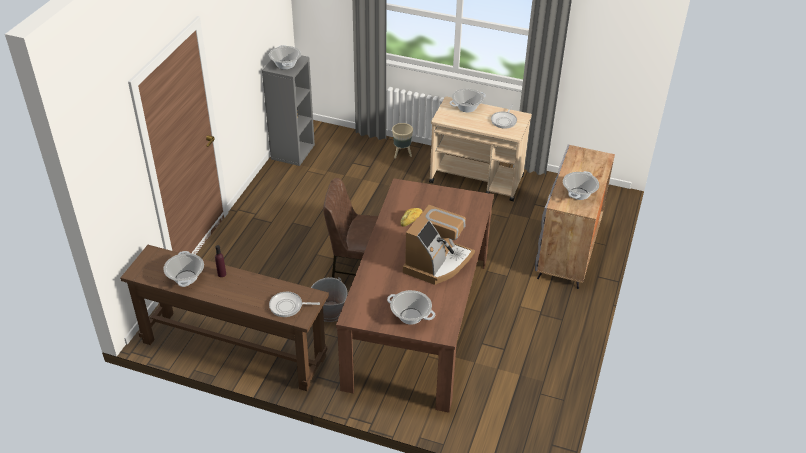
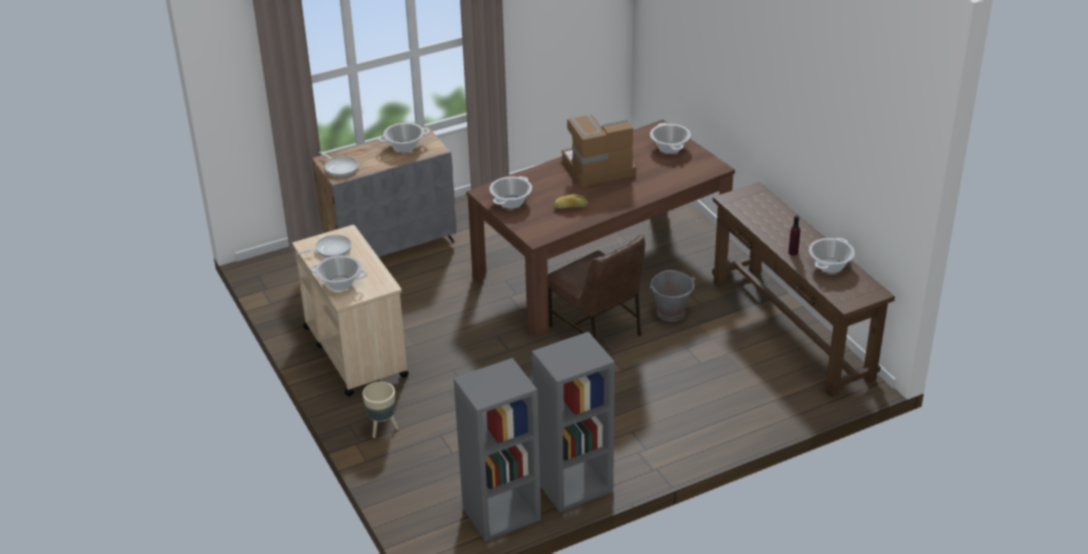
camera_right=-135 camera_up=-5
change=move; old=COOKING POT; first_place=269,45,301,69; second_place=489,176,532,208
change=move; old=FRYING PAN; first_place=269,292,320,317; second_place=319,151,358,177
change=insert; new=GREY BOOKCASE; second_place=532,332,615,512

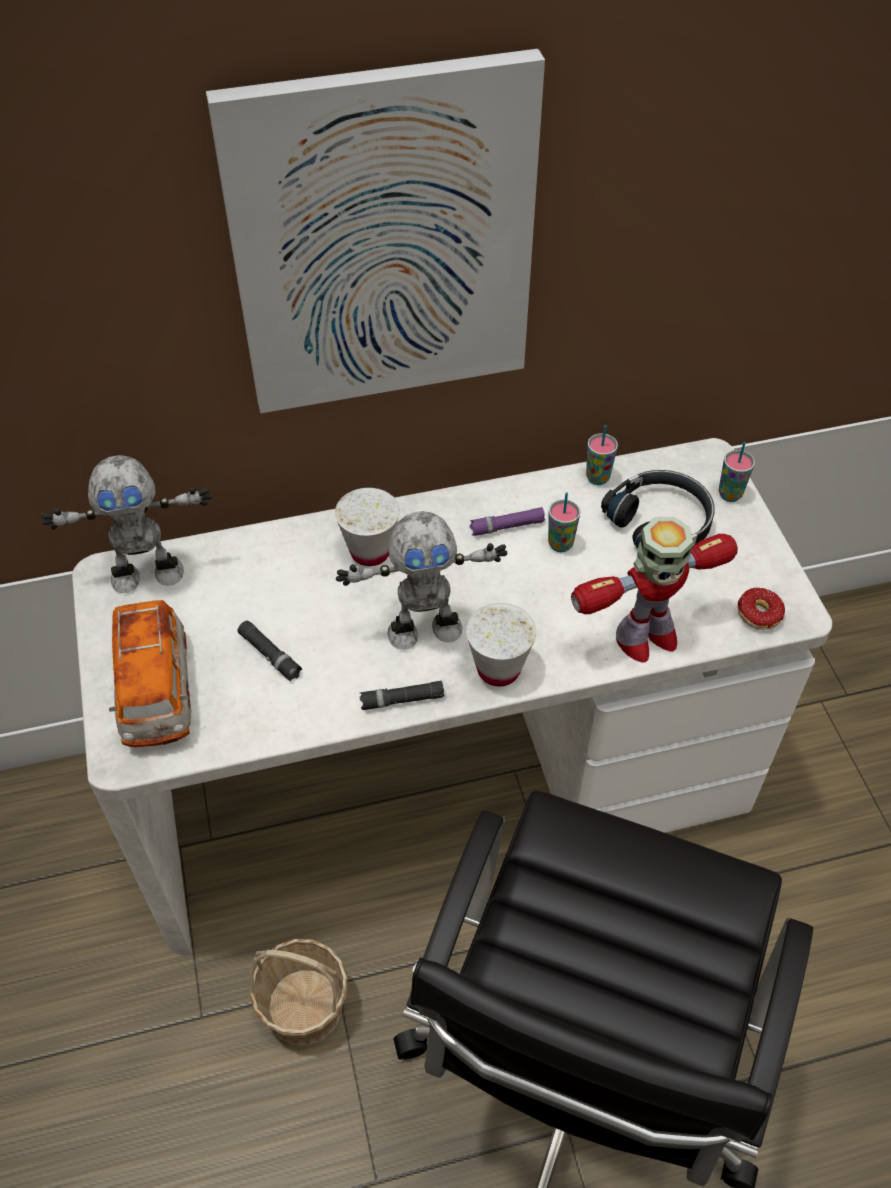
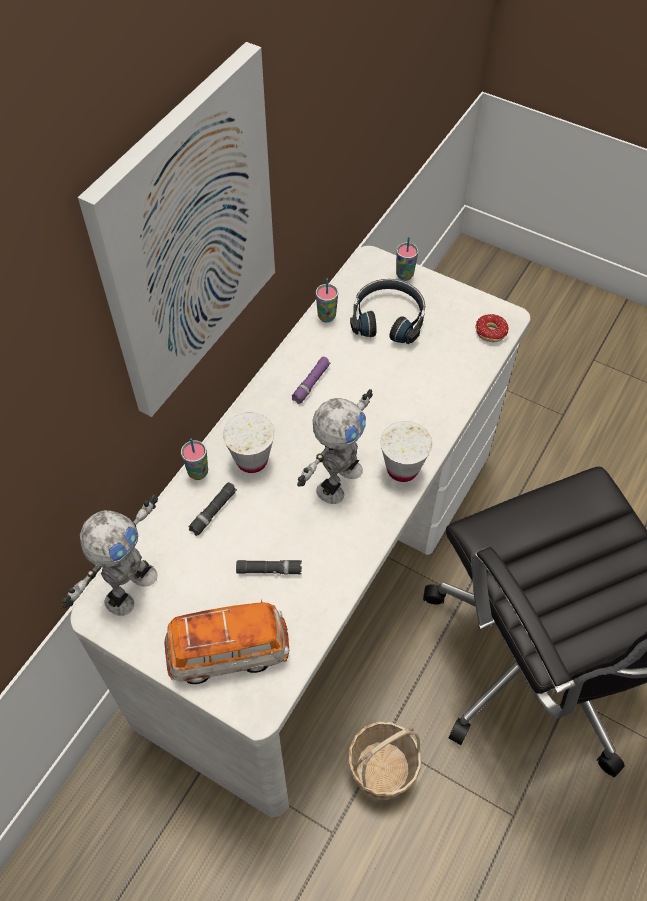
camera_right=-45 camera_up=5
change=move; old=CUP; first_place=548,492,580,552; second_place=181,439,208,480
change=delete; old=TOY ROBOT; first_place=571,517,738,662
change=rotate; old=TOY CAR; first_place=109,600,192,747; second_place=165,599,289,684; degrees=-45
change=move; old=BLACK FLASHLIGHT; first_place=360,681,444,710; second_place=188,482,237,536

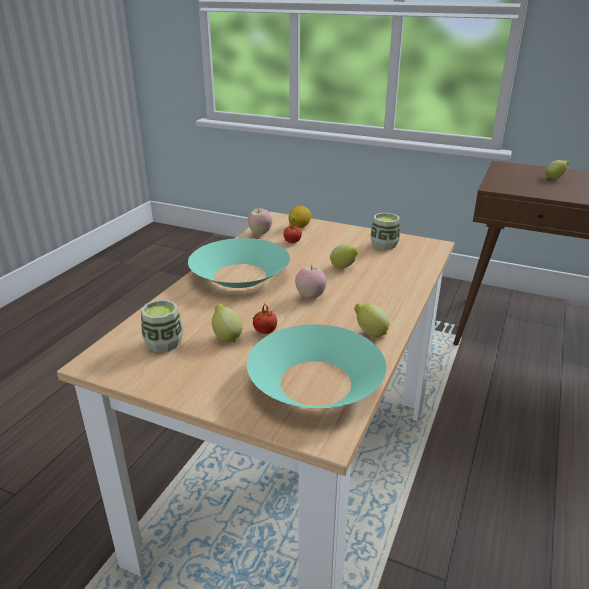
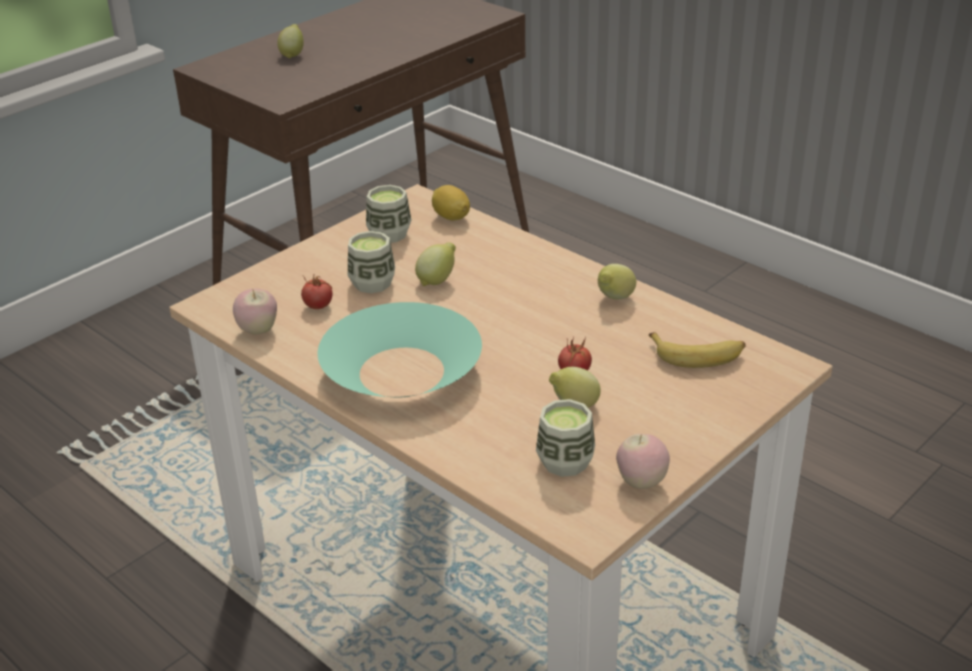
camera_right=-70 camera_up=5
change=move; old=LEMON; first_place=289,206,311,228; second_place=432,185,470,220
change=move; old=APPLE; first_place=295,265,327,299; second_place=616,434,670,489
change=replace; old=TURQUOISE BOWL; new=BANANA; first_place=247,324,386,408; second_place=649,332,746,368
change=insert; new=CUP; second_place=348,231,395,293

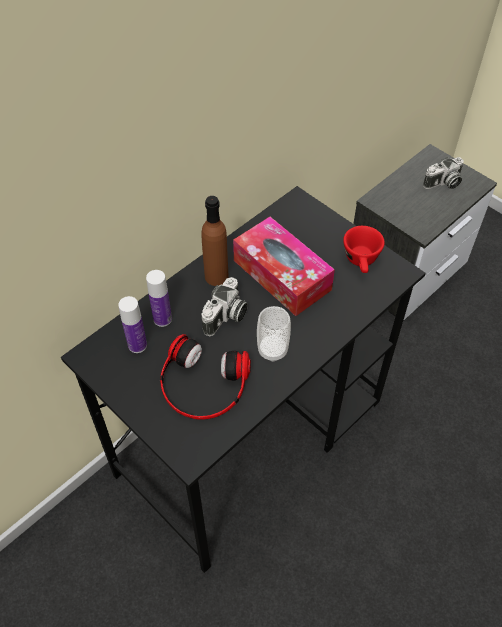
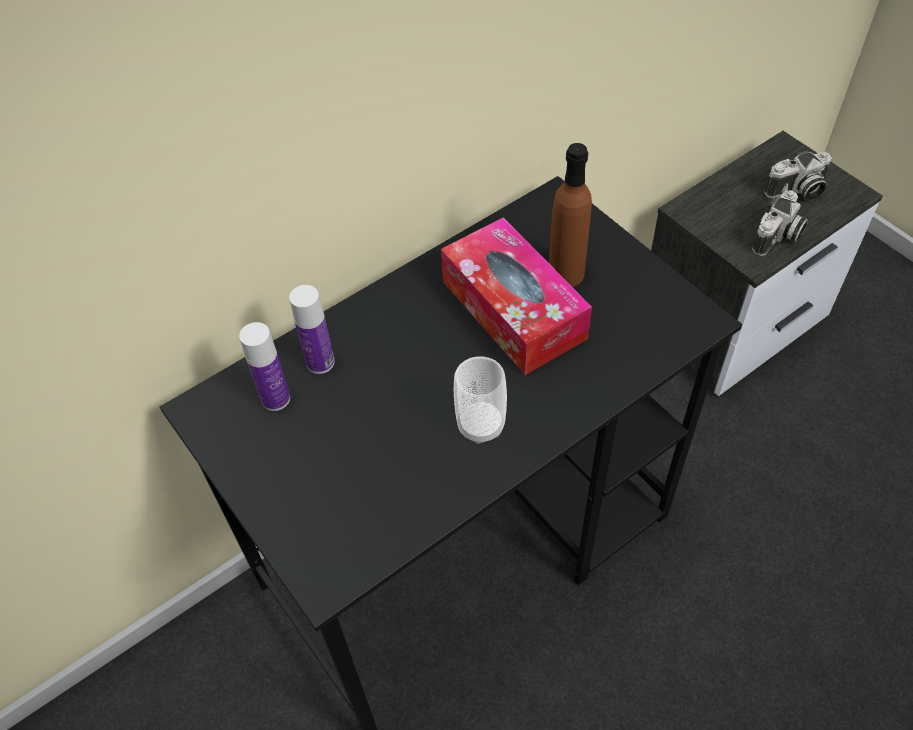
camera_right=10 camera_up=0
change=move; old=BROWN BOTTLE; first_place=201,196,229,286; second_place=549,143,592,287
change=delete; old=RED CUP; first_place=343,226,385,273
change=move; old=PHOTO CAMERA; first_place=201,277,248,337; second_place=752,190,808,256
change=delete; old=HEADPHONES; first_place=160,334,251,419

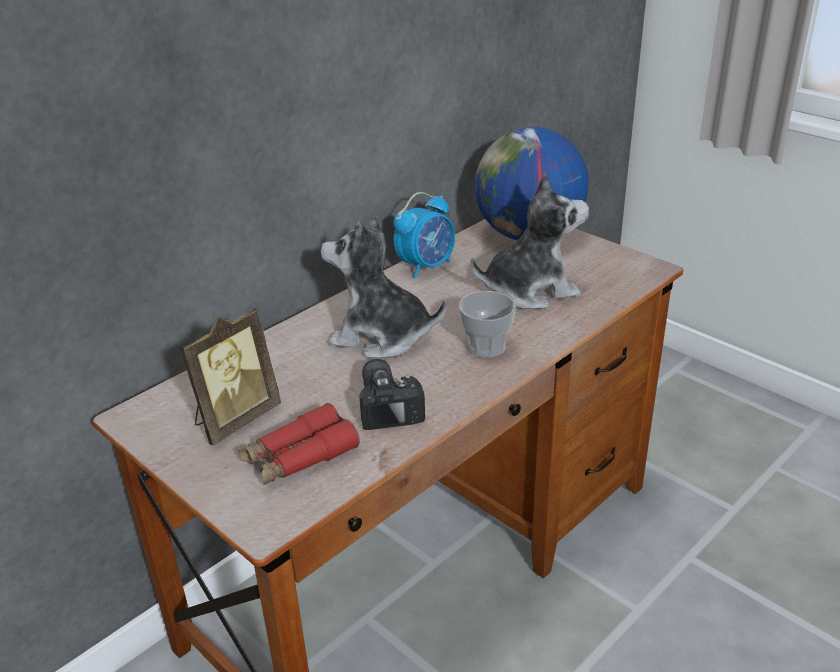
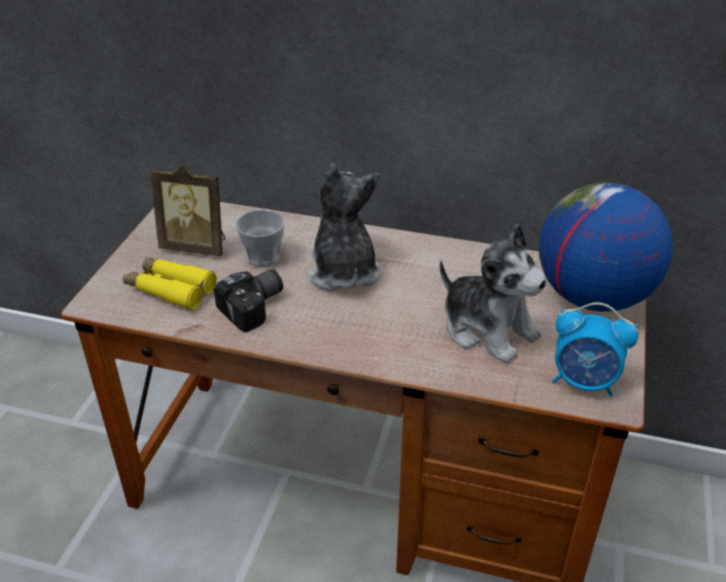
camera_right=60 camera_up=5
change=move; old=ALARM CLOCK; first_place=393,192,455,278; second_place=552,302,638,396
change=move; old=CUP; first_place=459,291,516,358; second_place=236,209,285,267
change=recolor; old=RED BINOCULARS; new=YELLOW BINOCULARS; first_place=239,403,360,485; second_place=123,257,217,310

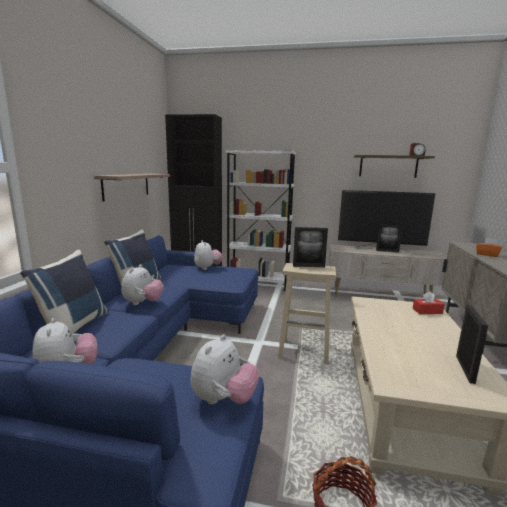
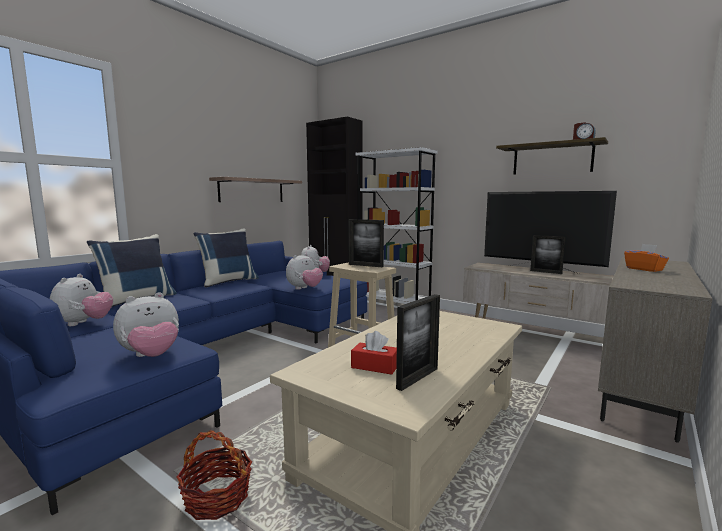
camera_right=25 camera_up=-5
change=move; old=PLUSH TOY; first_place=121,264,163,305; second_place=286,253,323,290
change=move; old=RED TISSUE BOX; first_place=413,291,445,314; second_place=351,331,397,375

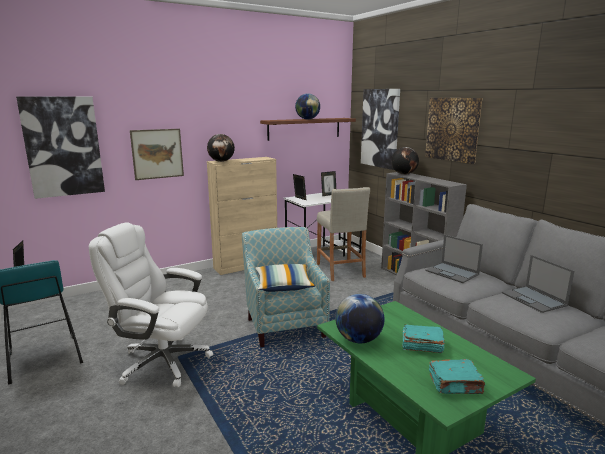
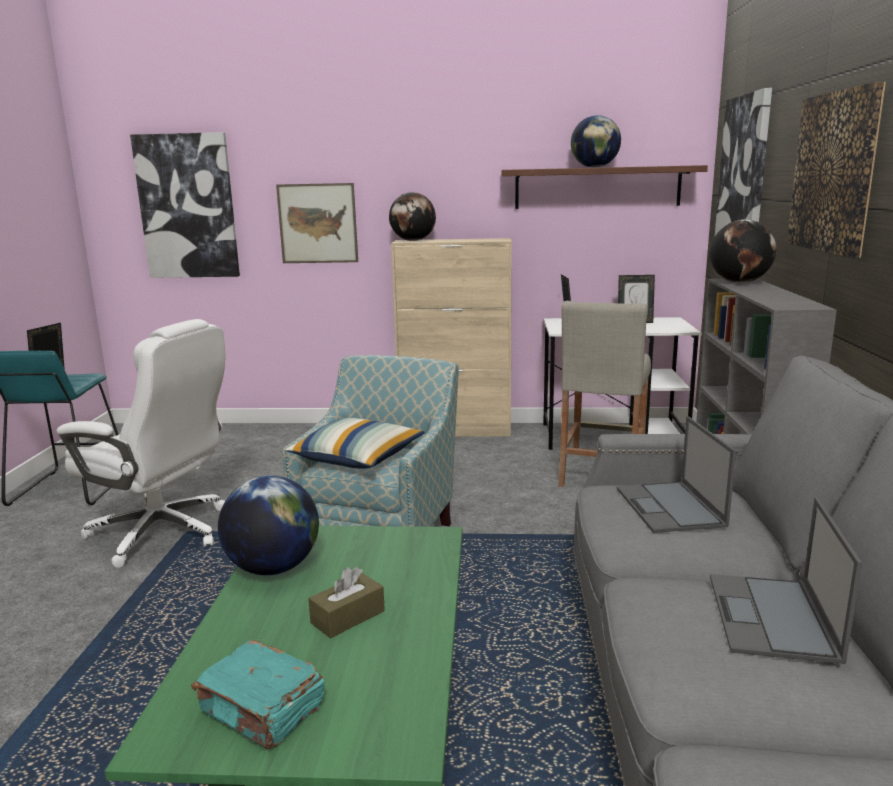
camera_right=35 camera_up=0
change=rotate; old=WHITE OFFICE CHAIR; first_place=89,223,213,387; second_place=57,319,225,568; degrees=150
change=replace; old=TURQUOISE BOOK; new=BROWN TISSUE BOX; first_place=402,324,444,353; second_place=308,567,385,639

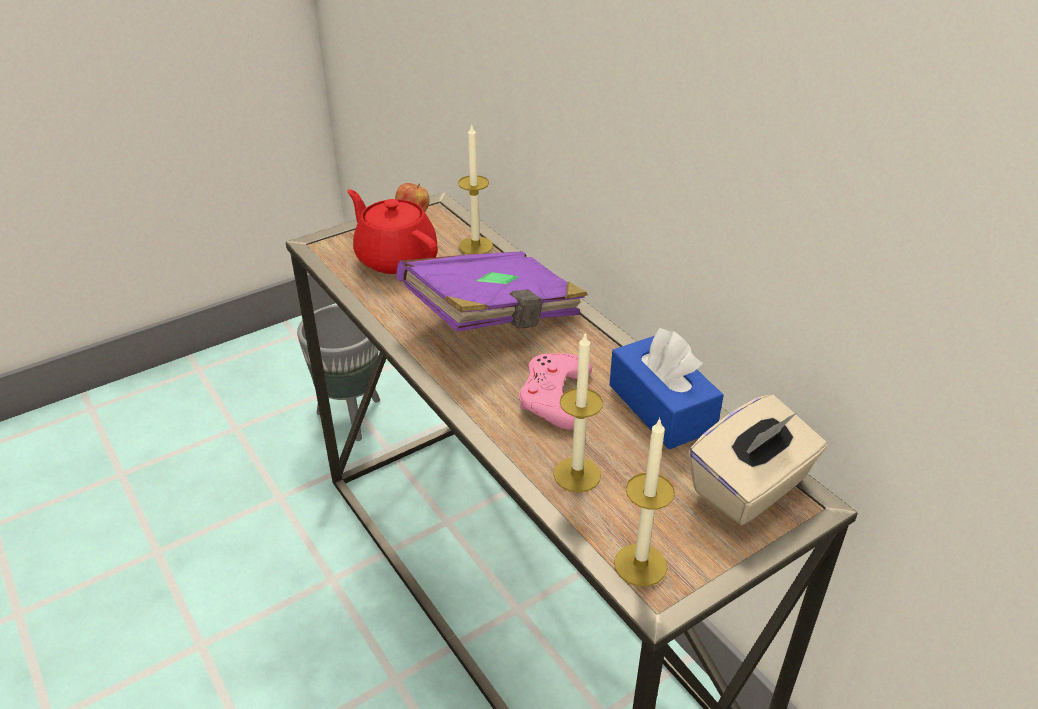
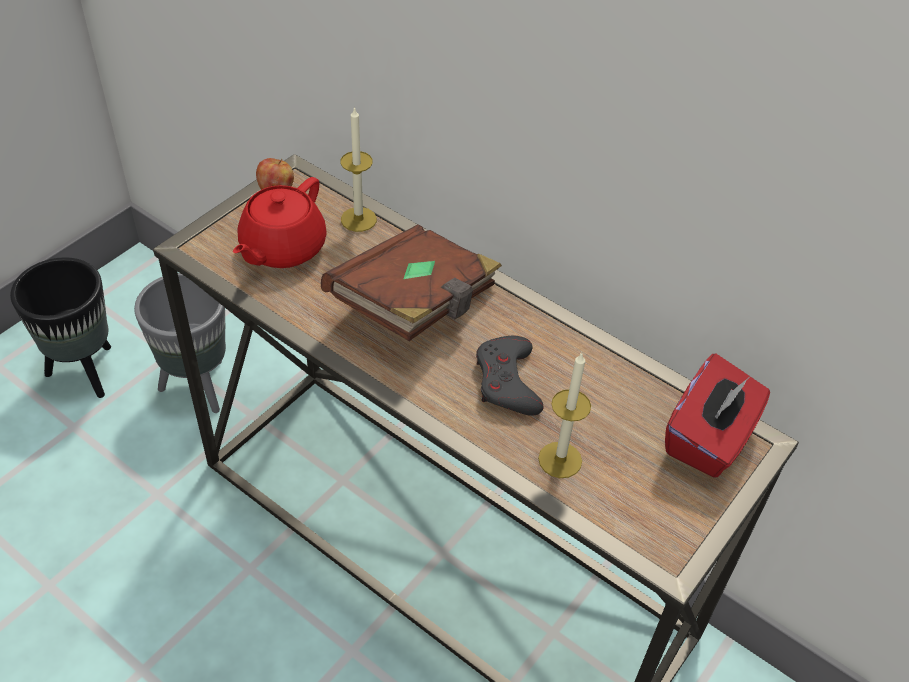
camera_right=-20 camera_up=10
change=rotate; old=RED TEAPOT; first_place=347,190,438,274; second_place=233,177,327,268; degrees=-90
change=recolor; old=PURPLE BOOK; new=BROWN BOOK; first_place=396,251,588,332; second_place=321,225,502,341
change=delete; old=BLUE TISSUE BOX; first_place=610,328,724,449
change=recolor; old=PINK GAME CONTROLLER; new=GREY GAME CONTROLLER; first_place=519,353,592,430; second_place=476,336,543,416
change=recolor; old=BEIGE TISSUE BOX; new=RED TISSUE BOX; first_place=688,394,827,525; second_place=665,353,770,478
change=delete; old=CANDLE; first_place=614,417,675,586
change=insert; new=BLACK PLANTER; second_place=10,257,111,398

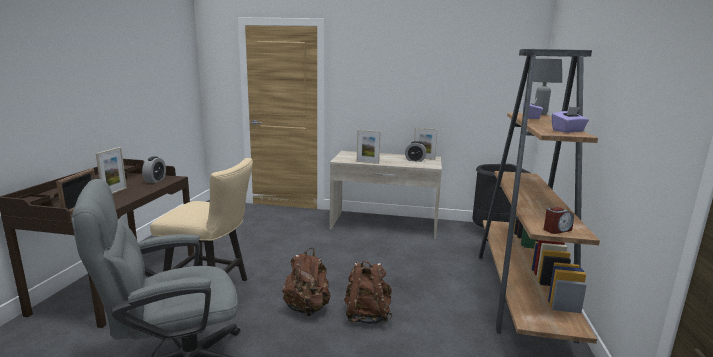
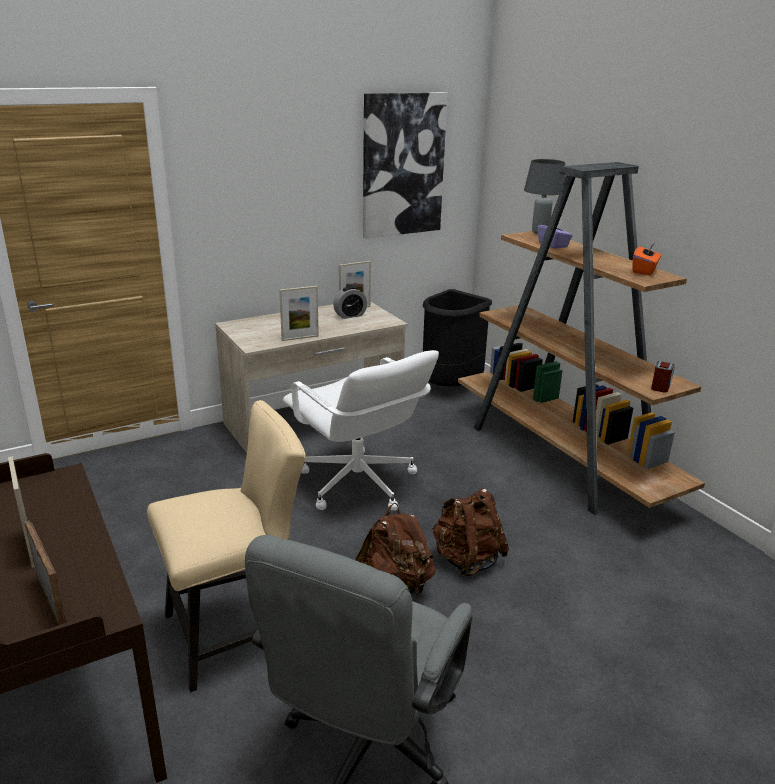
camera_right=-40 camera_up=10
change=recolor; old=PURPLE TISSUE BOX; new=ORANGE TISSUE BOX; first_place=551,107,589,133; second_place=632,243,661,275
change=delete; old=ALARM CLOCK; first_place=142,156,166,183
change=insert; new=PICTURE; second_place=363,92,447,239
change=insert; new=WHITE OFFICE CHAIR; second_place=283,350,439,511

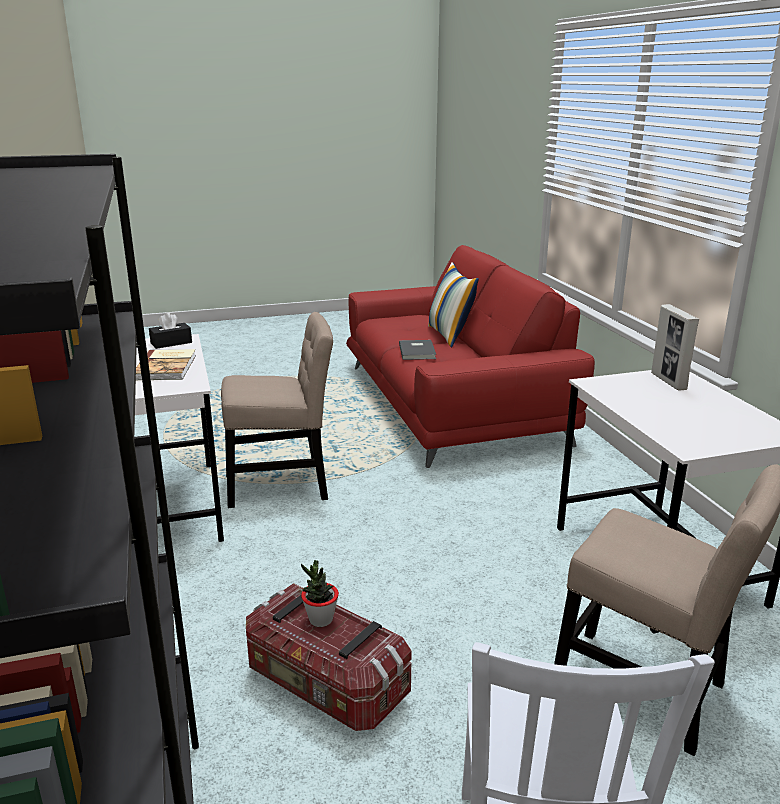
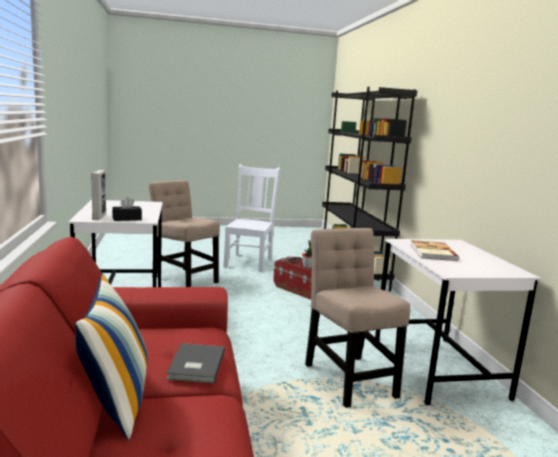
camera_right=-175 camera_up=-10
change=move; old=BLACK TISSUE BOX; first_place=149,312,192,349; second_place=112,197,142,221
change=rotate; old=BEIGE CHAIR; first_place=221,312,333,508; second_place=305,228,410,408; degrees=75

